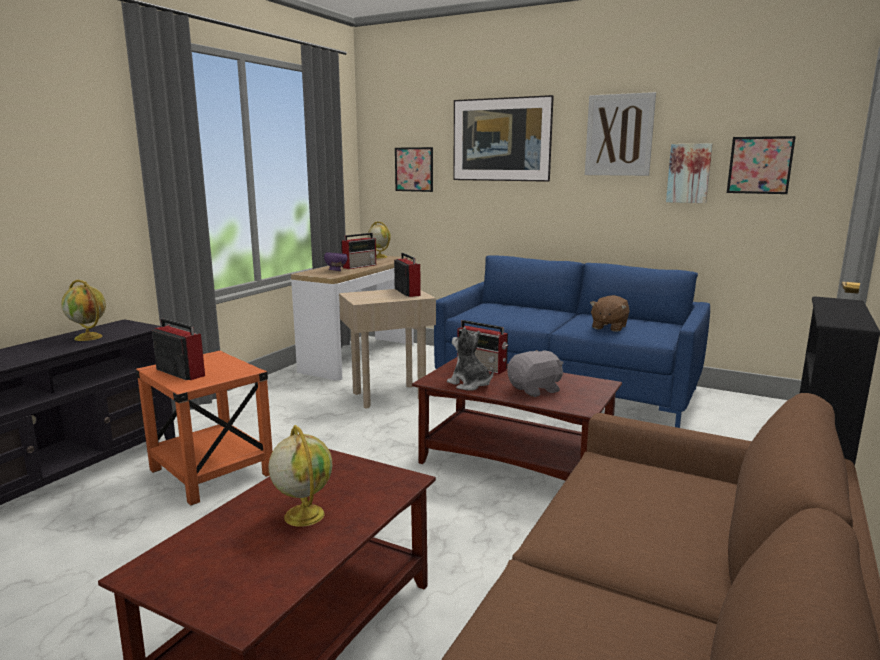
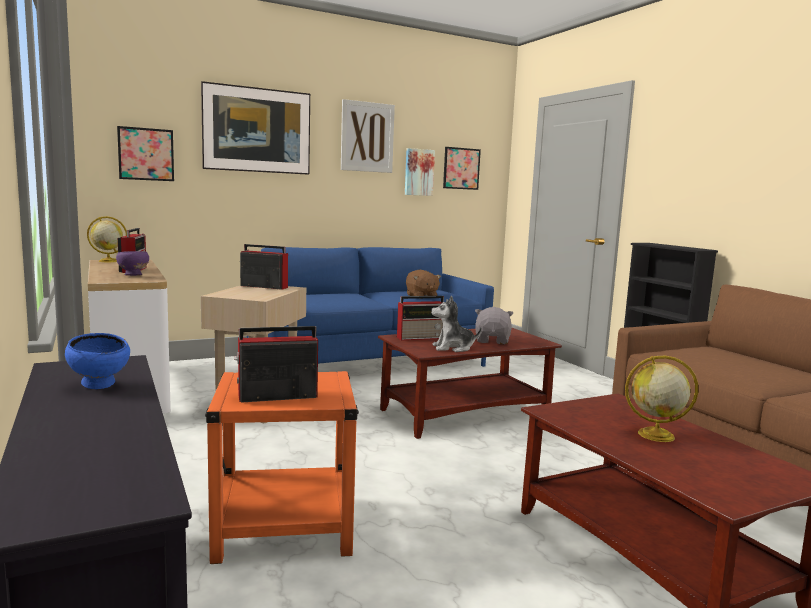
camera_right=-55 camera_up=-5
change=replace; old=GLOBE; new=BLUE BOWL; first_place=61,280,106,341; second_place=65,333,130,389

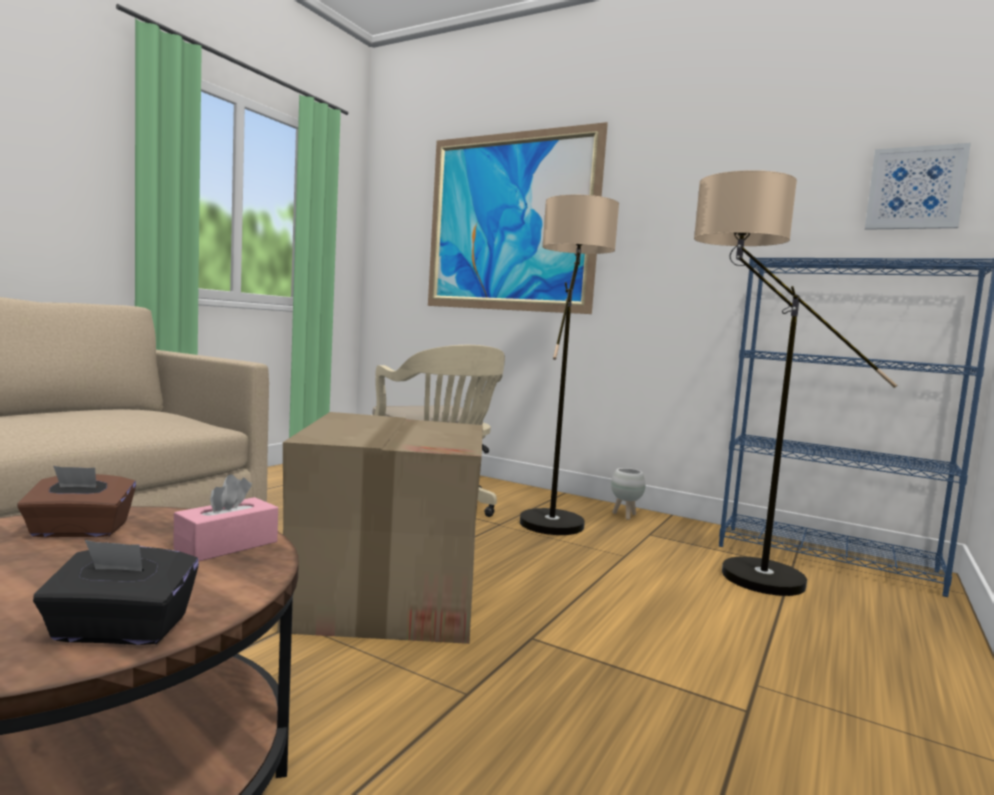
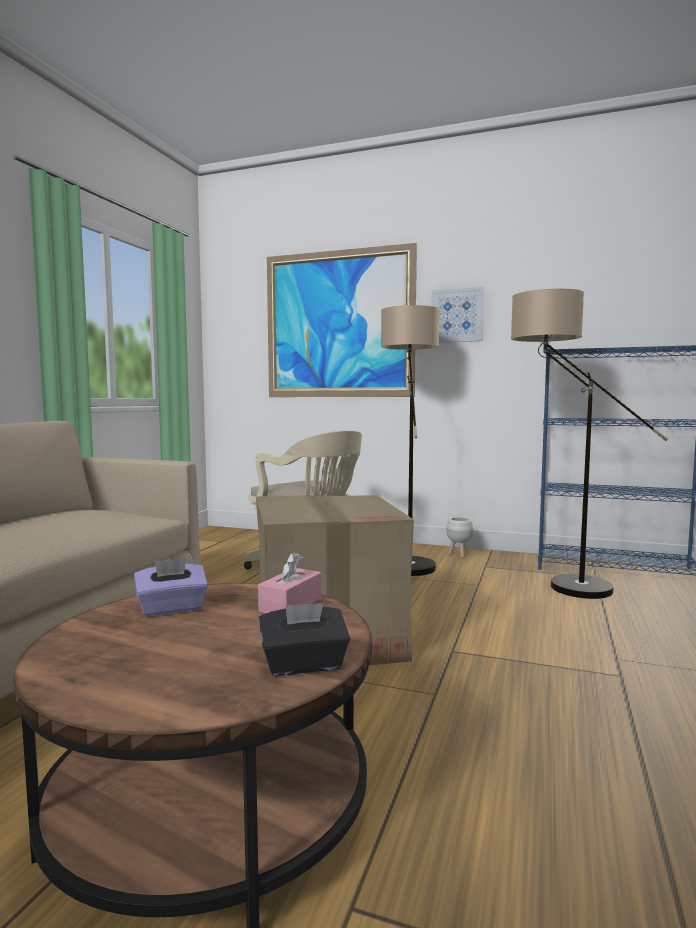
camera_right=-10 camera_up=0
change=move; old=PICTURE; first_place=865,143,971,230; second_place=431,287,484,343
change=recolor; old=BROWN TISSUE BOX; new=PURPLE TISSUE BOX; first_place=17,466,136,537; second_place=134,559,208,617

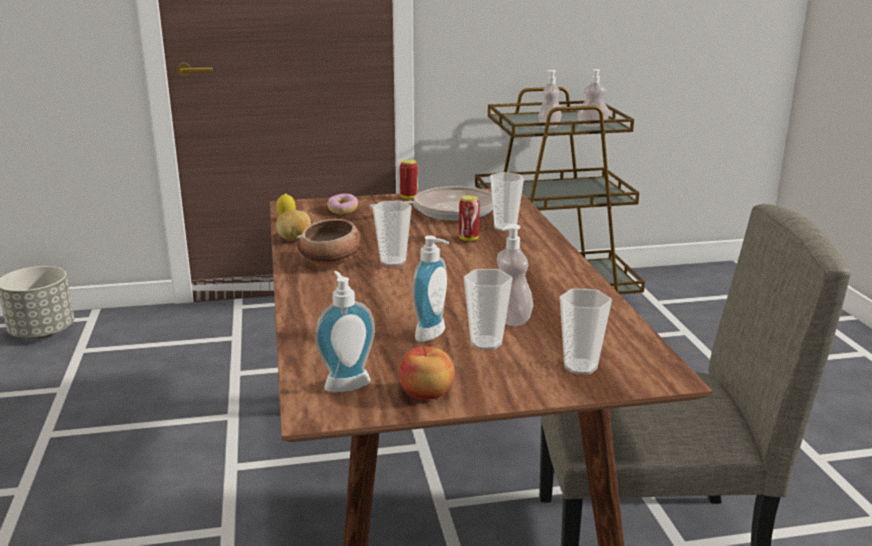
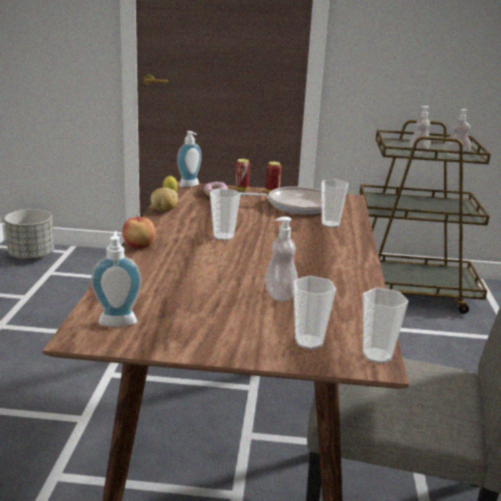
camera_right=15 camera_up=0
change=move; old=CAN; first_place=459,195,480,241; second_place=235,159,250,191
change=delete; old=BOWL; first_place=297,219,362,266
change=move; old=SOAP DISPENSER; first_place=413,236,449,342; second_place=177,131,202,187
change=move; old=CUP; first_place=464,269,512,350; second_place=363,288,408,364
change=move; old=APPLE; first_place=399,346,455,400; second_place=122,215,156,248

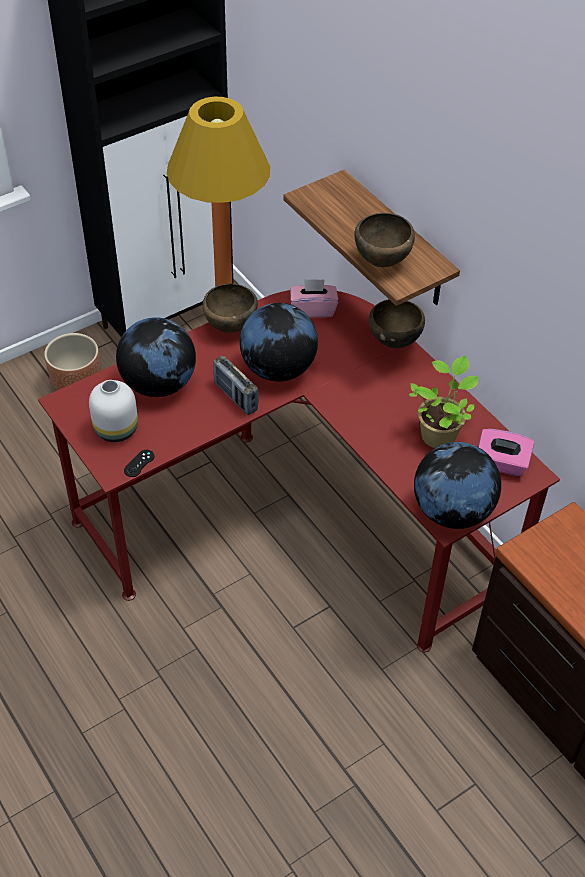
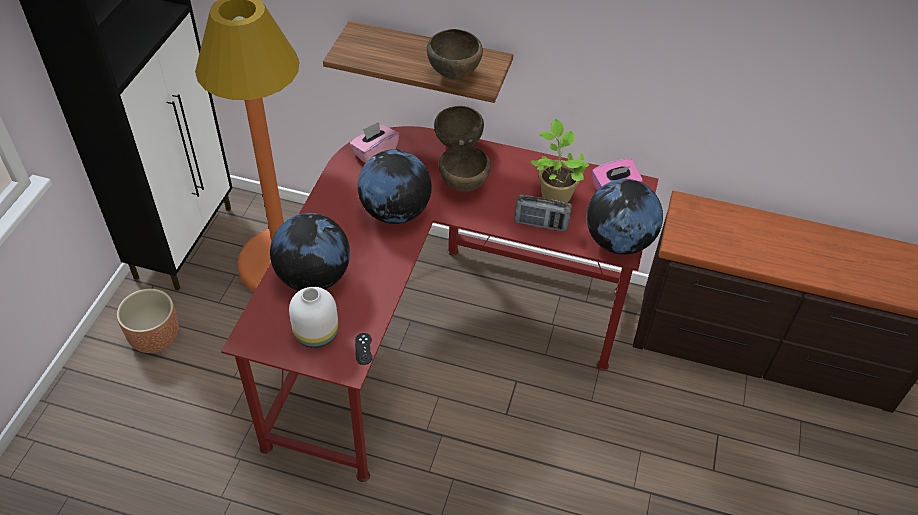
camera_right=-40 camera_up=0
change=move; old=BROWN BOWL; first_place=202,284,258,333; second_place=439,145,490,192
change=move; old=RADIO; first_place=213,355,259,415; second_place=514,194,572,232

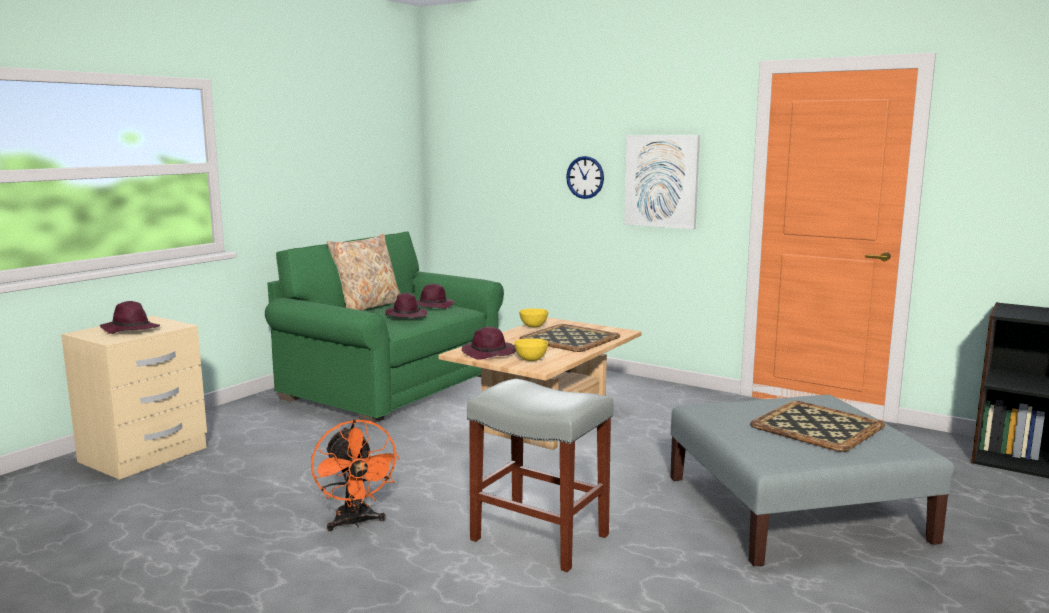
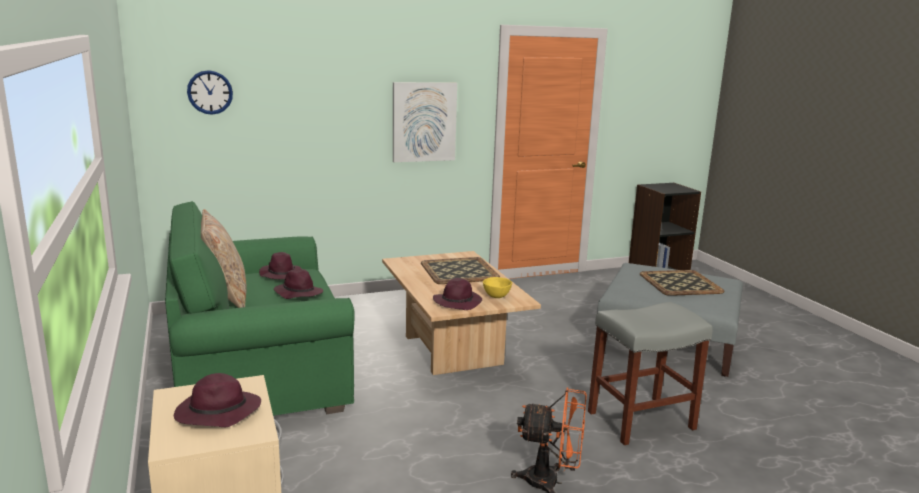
camera_right=-55 camera_up=5
change=move; old=WALL CLOCK; first_place=566,156,604,199; second_place=187,70,233,115
change=delete; old=YELLOW BOWL; first_place=519,309,548,327

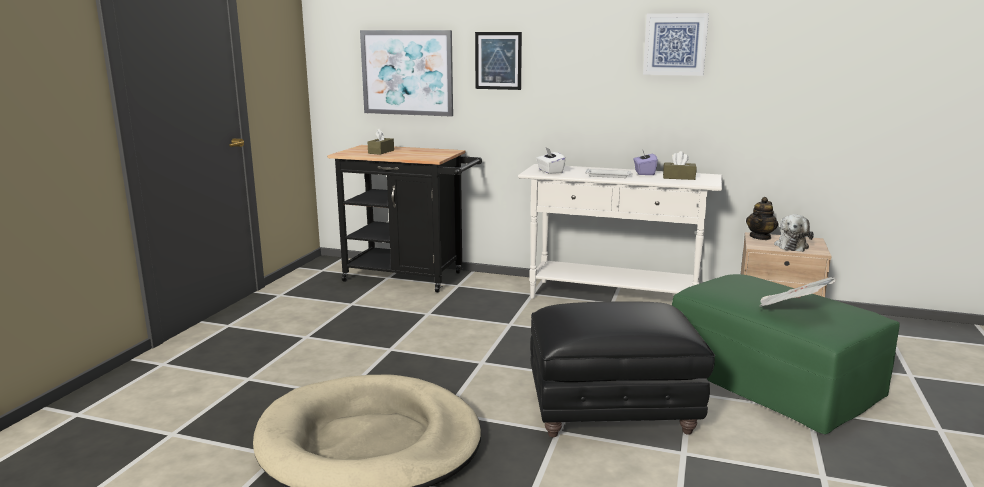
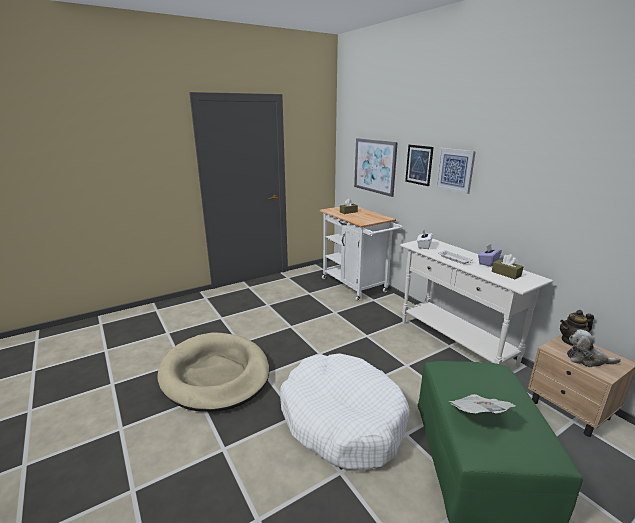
camera_right=40 camera_up=5
change=move; old=PICTURE; first_place=643,13,709,76; second_place=435,148,476,194
change=recolor; old=BLACK CART; new=WHITE CART; first_place=327,145,482,292; second_place=320,207,403,301
change=rotate; old=PLUSH TOY; first_place=774,214,814,252; second_place=567,330,621,367; degrees=45
change=replace; old=BLACK OTTOMAN; new=WHITE DOG BED; first_place=530,301,715,437; second_place=280,353,410,471

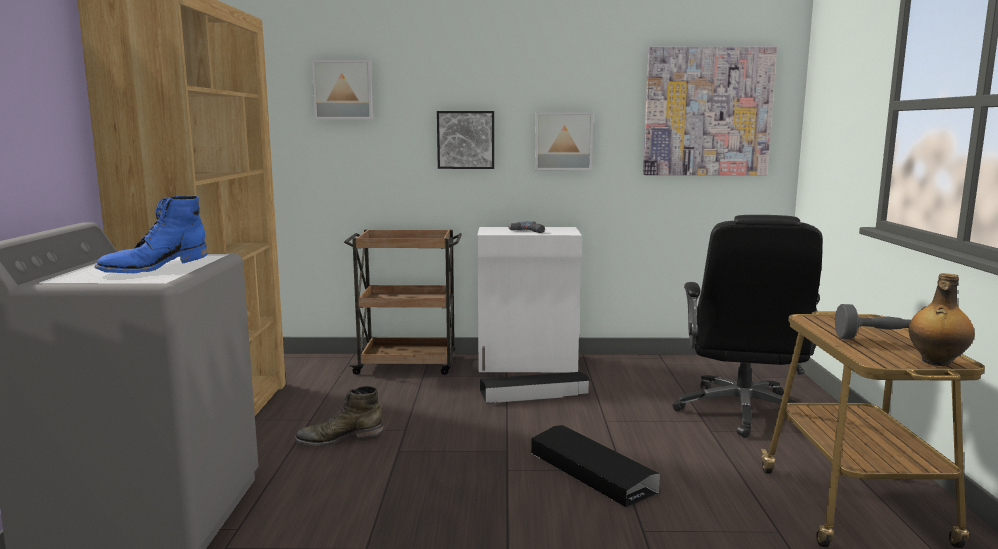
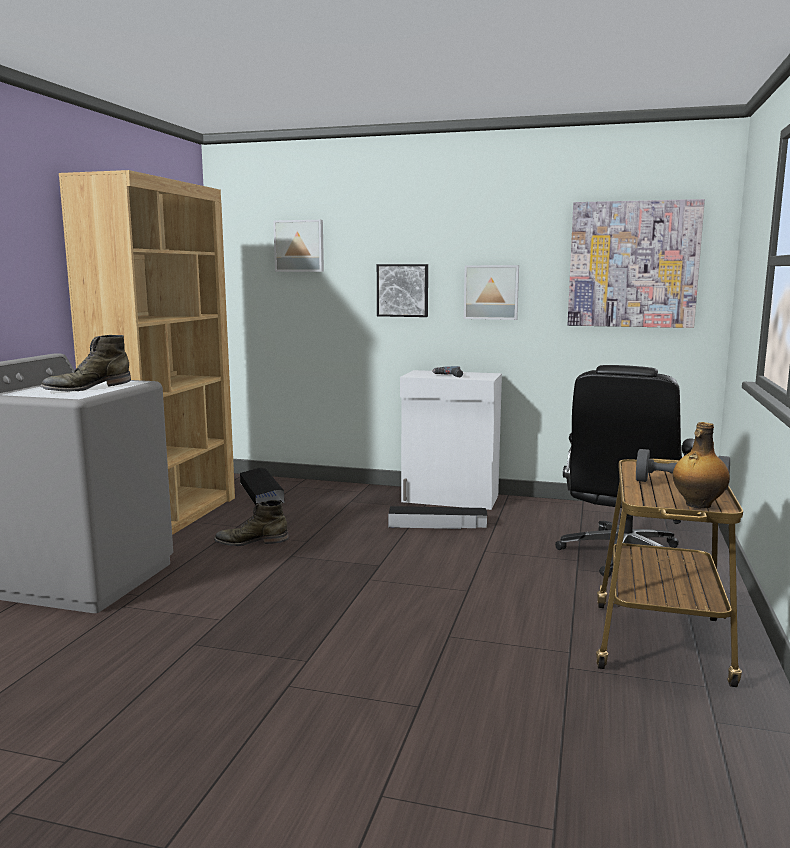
camera_right=15 camera_up=0
change=recolor; old=BLUE BOOT; new=GREEN BOOT; first_place=94,196,207,274; second_place=40,335,131,392
change=delete; old=BROWN CART; first_place=344,229,462,375
change=move; old=BLACK STORAGE BOX; first_place=531,425,660,507; second_place=240,468,284,505

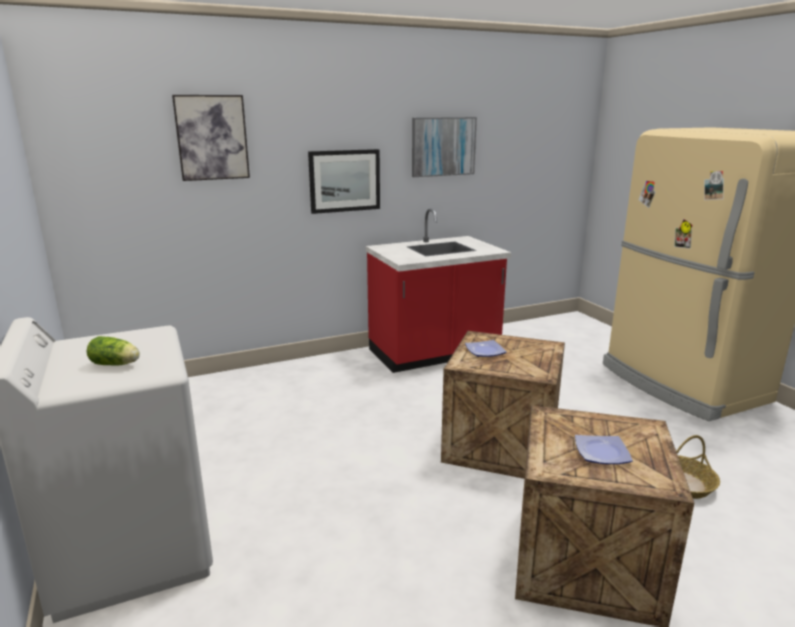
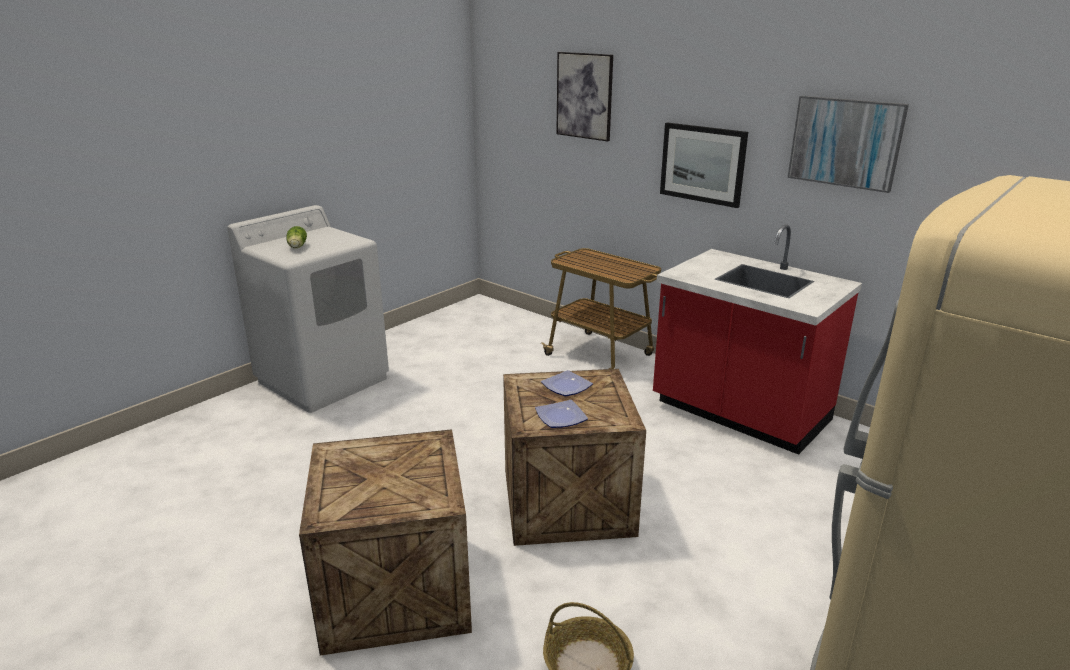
camera_right=65 camera_up=5
change=move; old=PLATE; first_place=575,435,633,464; second_place=535,400,588,428
change=insert; new=CART; second_place=541,248,661,369

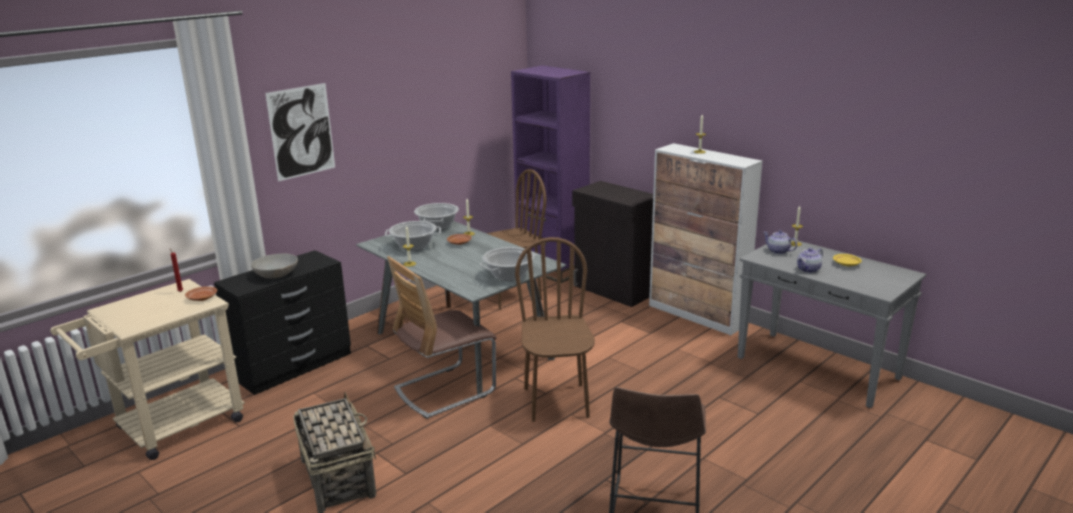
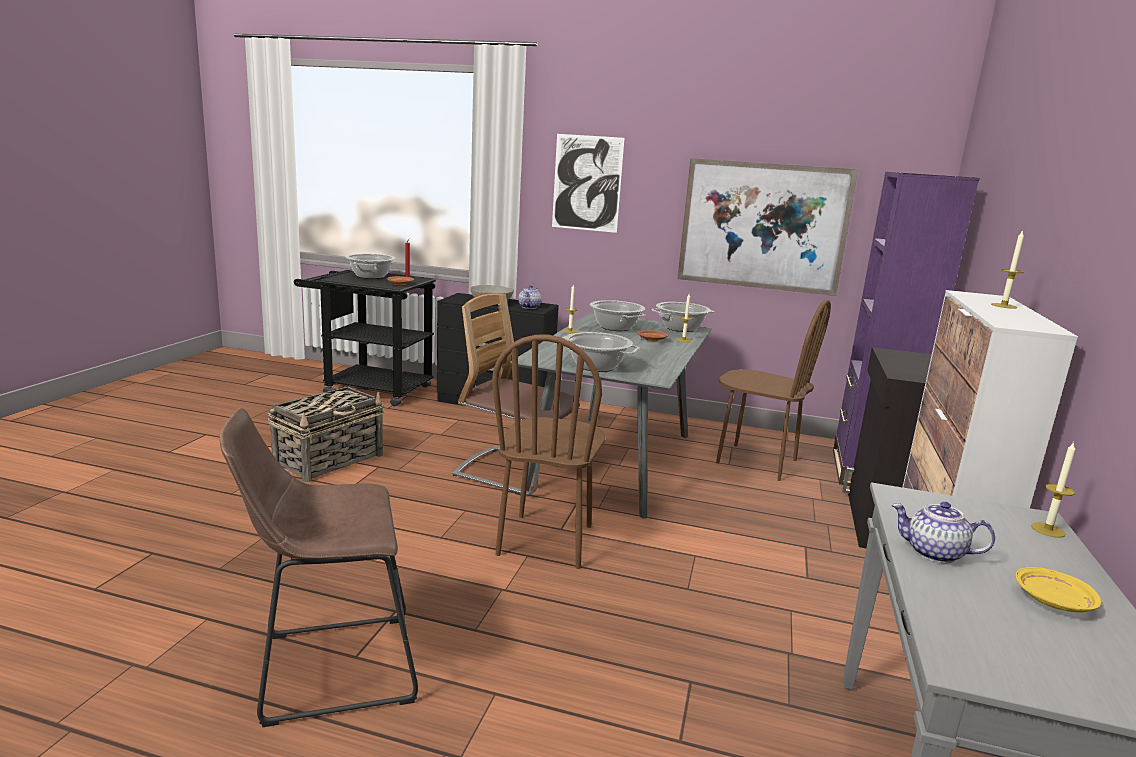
camera_right=60 camera_up=-5
change=move; old=TEAPOT; first_place=763,230,797,254; second_place=518,285,541,309
change=rotate; old=BROWN CHAIR; first_place=515,237,595,422; second_place=492,335,605,569; degrees=135
change=recolor; old=BEIGE CART; new=BLACK CART; first_place=50,279,245,460; second_place=294,270,436,406
change=insert; new=PICTURE; second_place=677,158,858,296
change=insert; new=COOKING POT; second_place=346,254,396,279

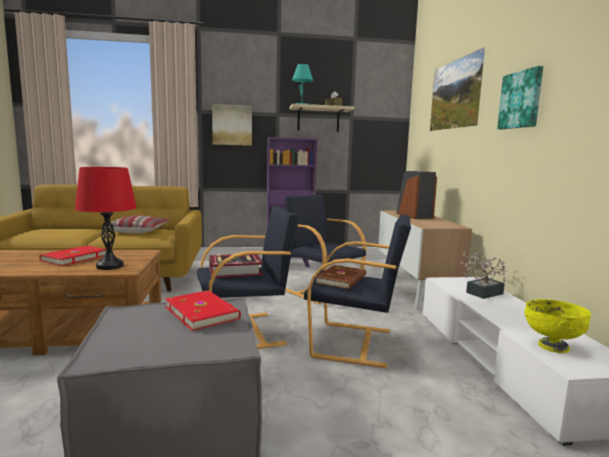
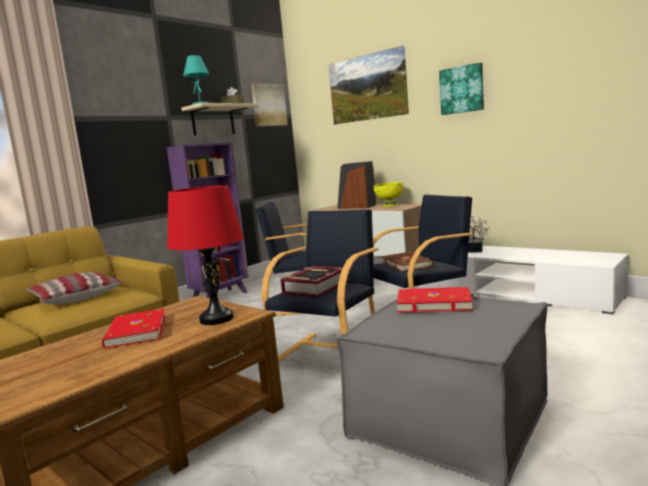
camera_right=-40 camera_up=0
change=move; old=PICTURE; first_place=212,104,252,146; second_place=251,83,288,126
change=move; old=YELLOW BOWL; first_place=525,299,591,353; second_place=374,182,403,207

